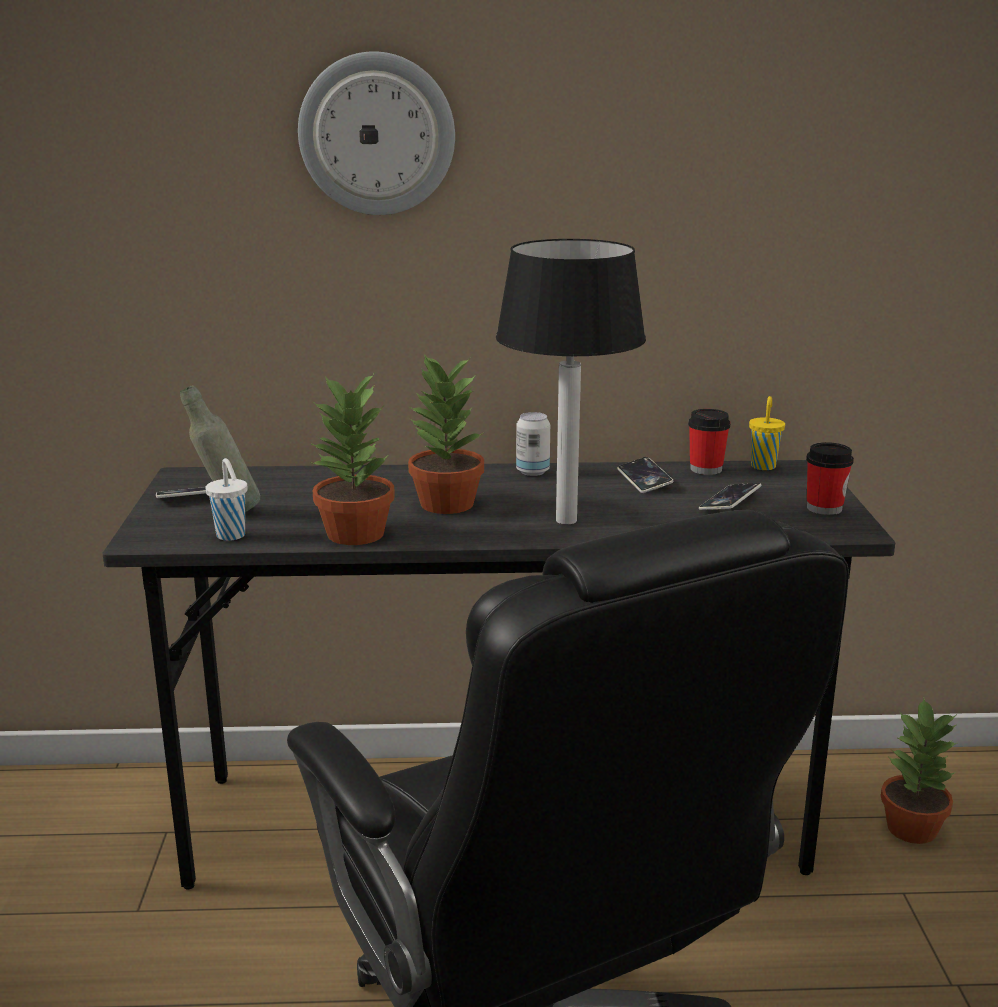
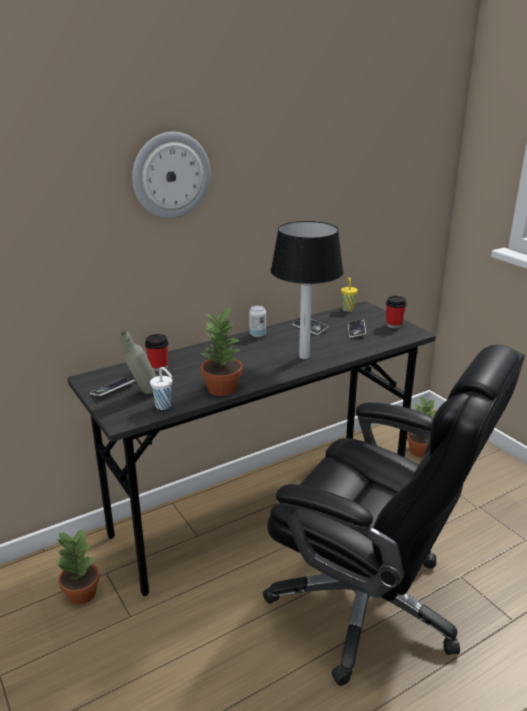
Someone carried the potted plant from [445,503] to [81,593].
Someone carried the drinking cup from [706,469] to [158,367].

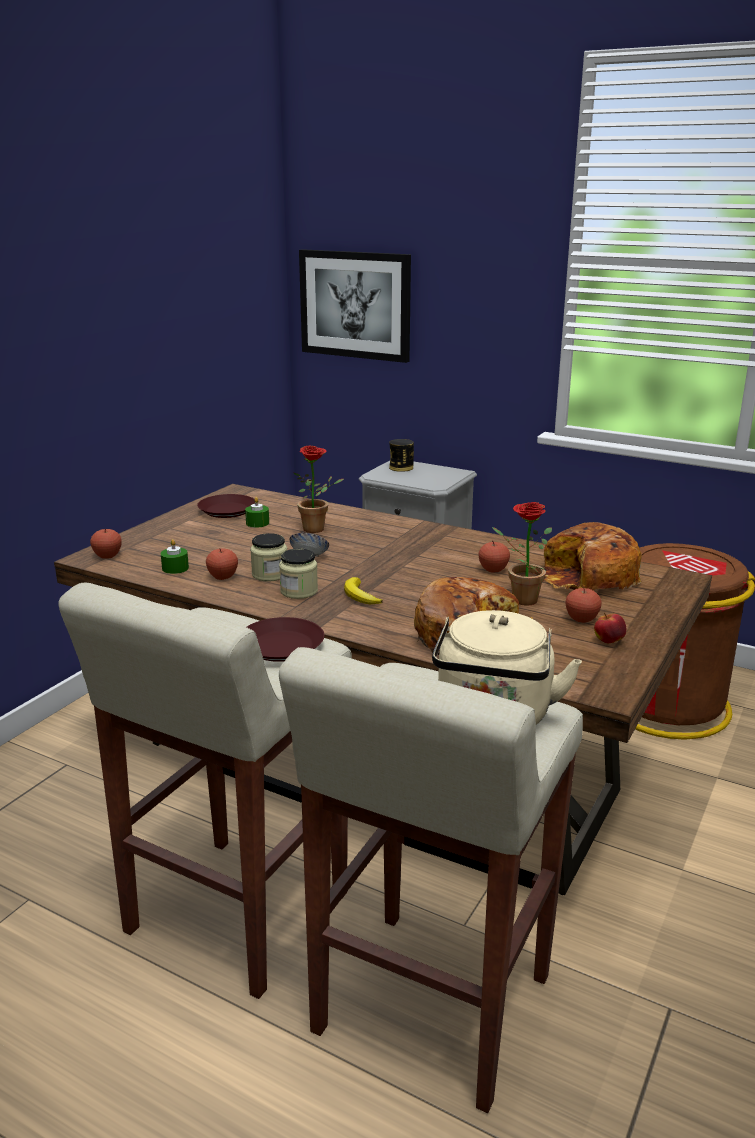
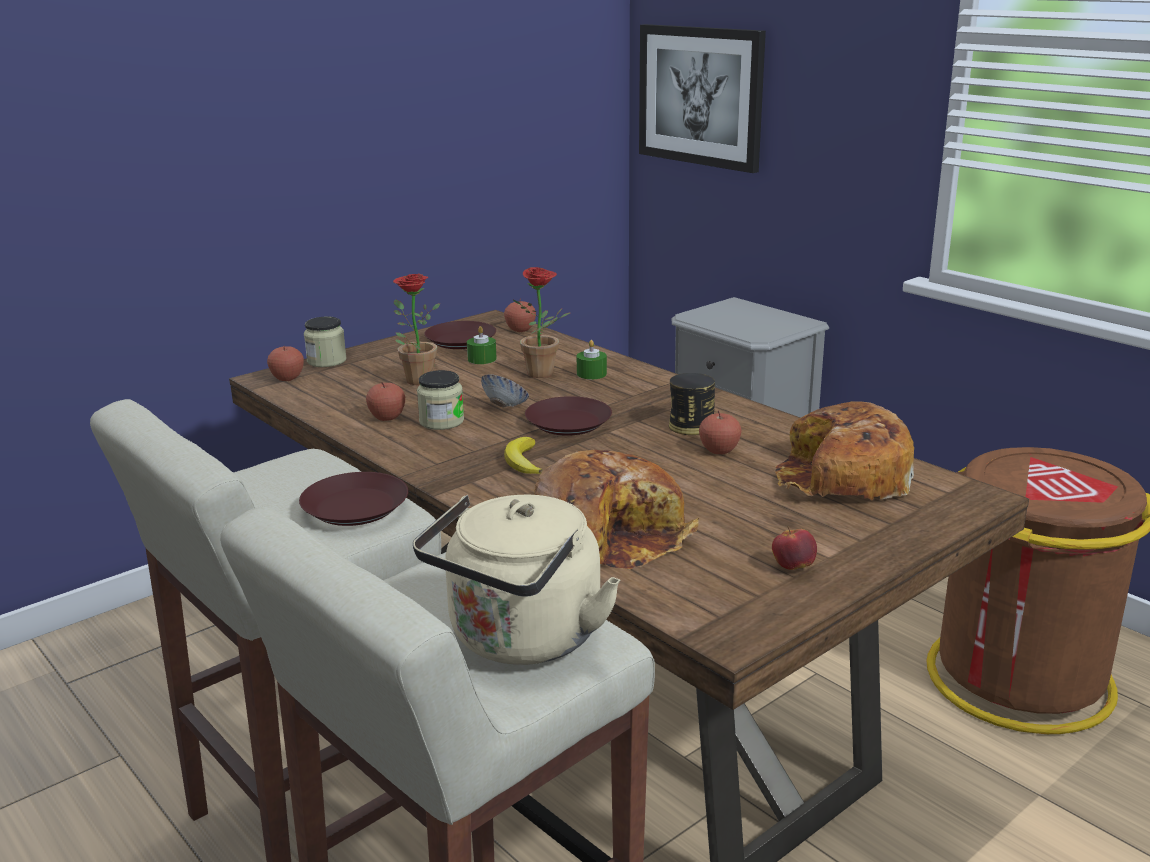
Someone carried the sealed can from [401,468] to [691,426].
Someone carried the potted plant from [519,599] to [415,379].
Someone carried the wax candle/green from [175,568] to [591,374].
Someone carried the preserve jar from [299,591] to [326,361].
Someone carried the apple fruit from [581,619] to [520,330].
Someone put down the flat dish/brown-coloured at [569,423].

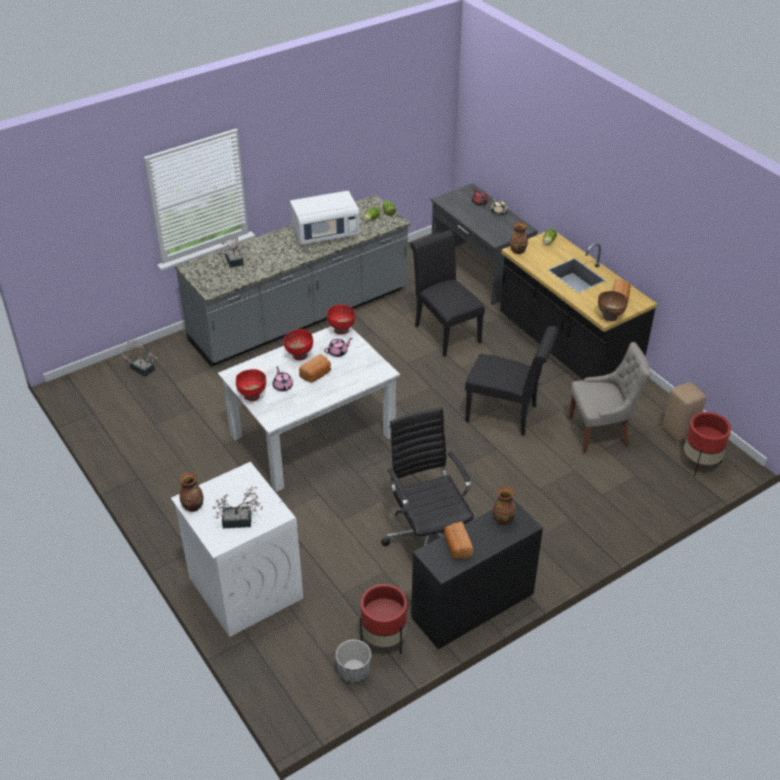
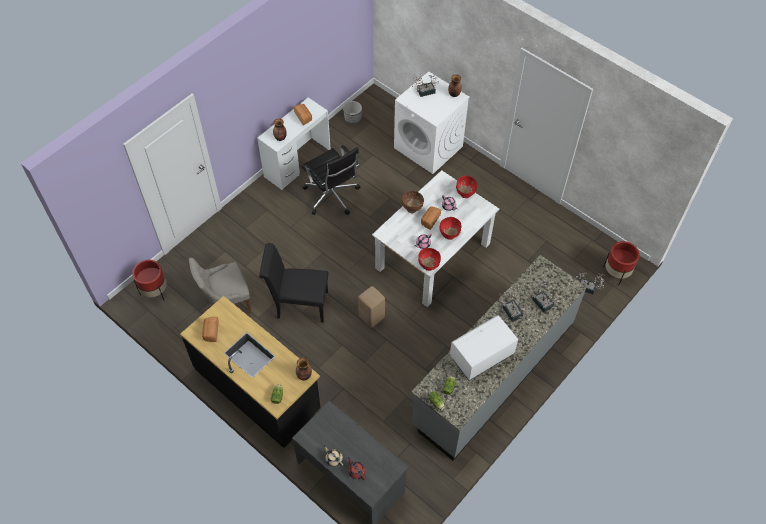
Someone took away the plain chair/black at [445,331].
Someone carried the deep dish/brown-coloured from [610,316] to [412,208].
Someone carried the sitting stool/sand-coloured from [679,432] to [371,317].
Someone repainted the desk table/black at [473,606], which became the desk table/white-coloured at [297,163].
Someone carried the planter/reddish from [384,639] to [616,273].
Someone put down the potted plant at [511,310].

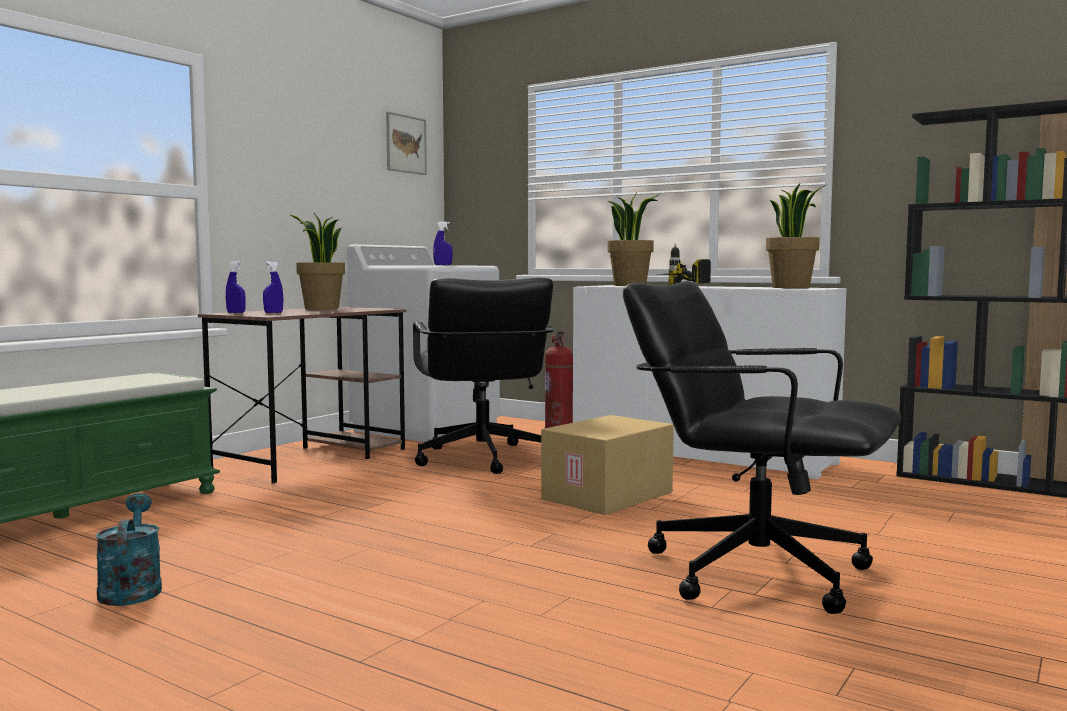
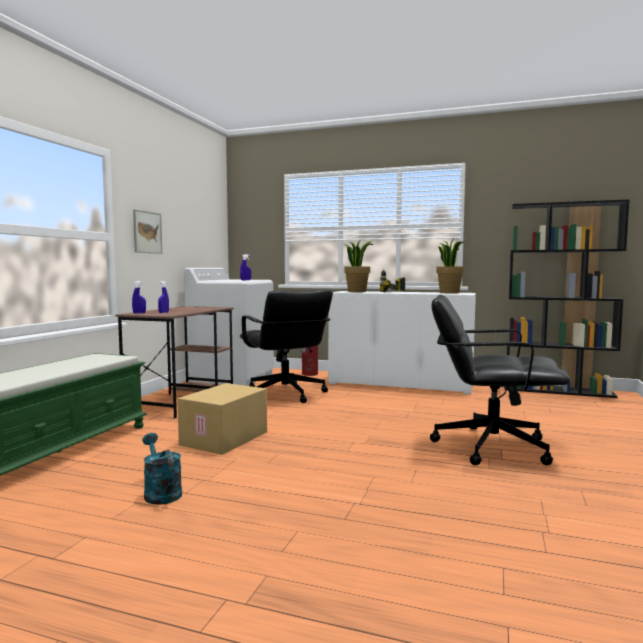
Someone carried the wall art from [406,144] to [147,232].
Someone took away the potted plant at [321,308].
Someone carried the packing box from [608,496] to [225,439].

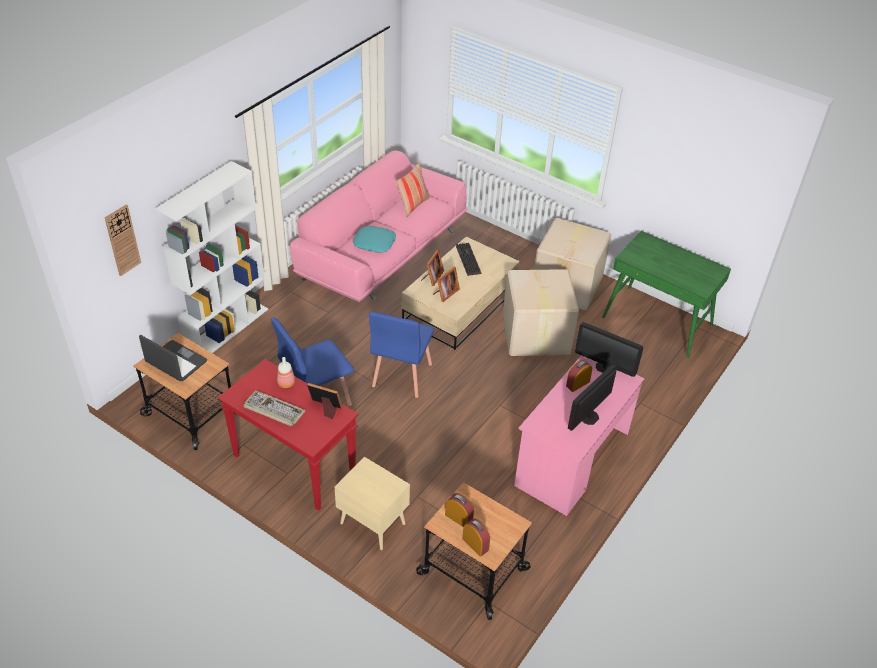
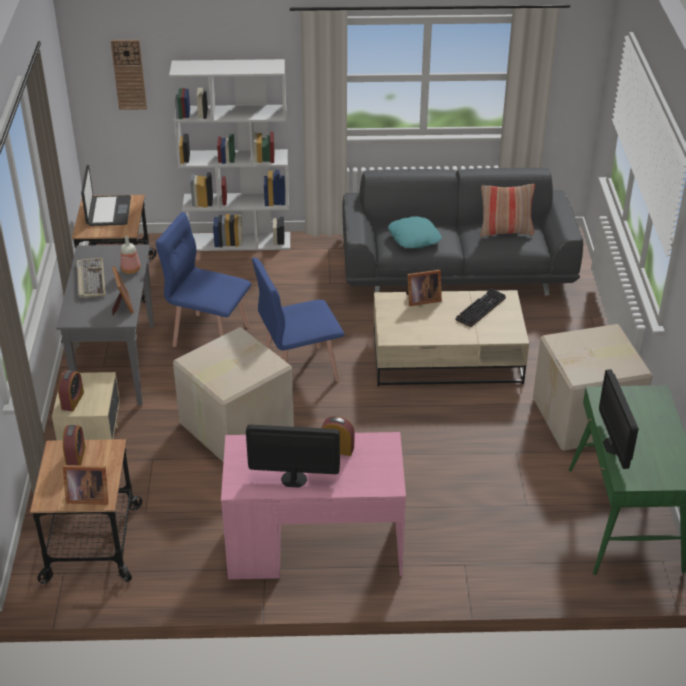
Someone repainted the couch/pinkish at [382,253], which became the couch/gray at [456,270].
Someone carried the picture frame from [445,293] to [87,496].
Someone carried the packing box from [535,335] to [234,426].
Someone carried the computer display from [604,367] to [614,446].
Someone repainted the narrow table/reddish at [293,465], which became the narrow table/gray at [116,364].
Someone carried the bedside clock from [475,544] to [72,401].

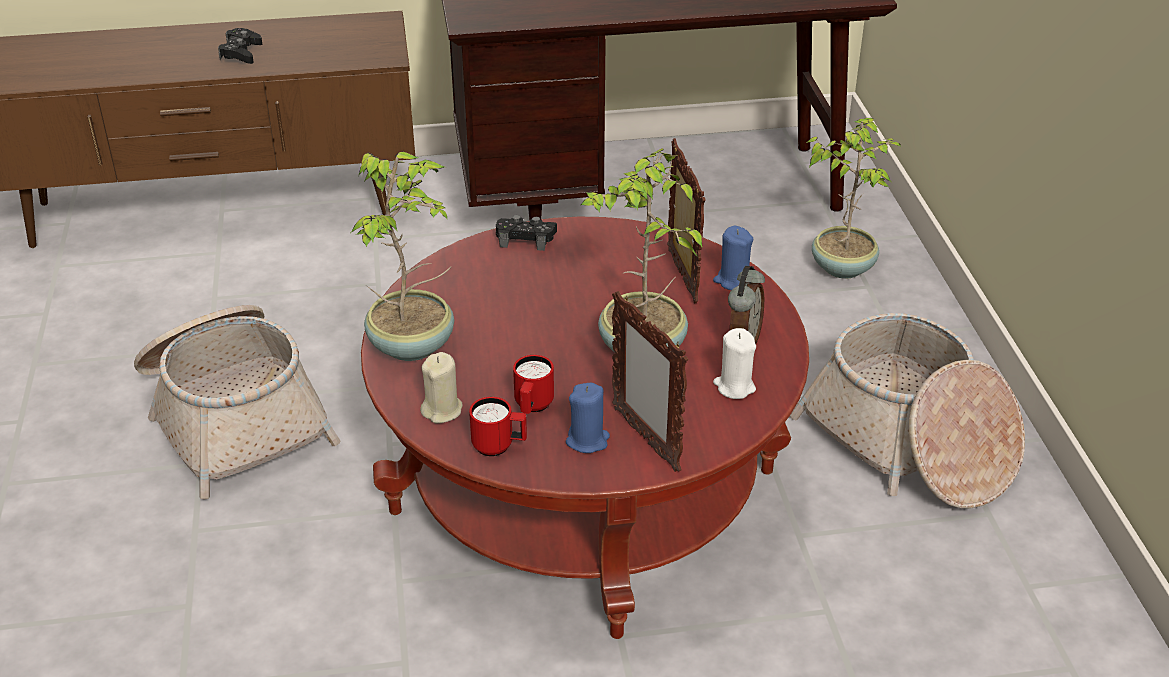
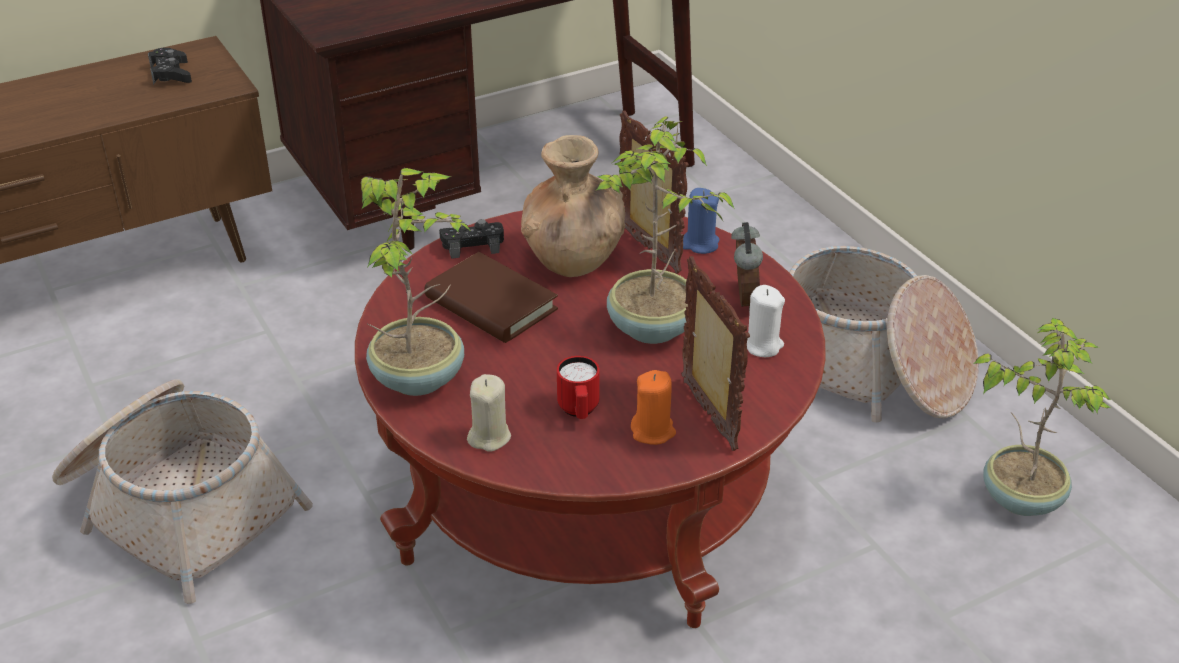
Someone carried the game controller/black from [241,53] to [171,74].
Someone carried the potted plant from [843,266] to [1021,497].
Someone rotated the picture frame at [645,439] by 150 degrees counterclockwise.
Someone repainted the wax candle/blue at [587,440], which became the wax candle/orange at [653,431].
Someone took away the mug/reddish at [499,446].
Someone put down the flower vase/brown-coloured at [573,258].
Someone put down the book/brown-coloured at [491,304].

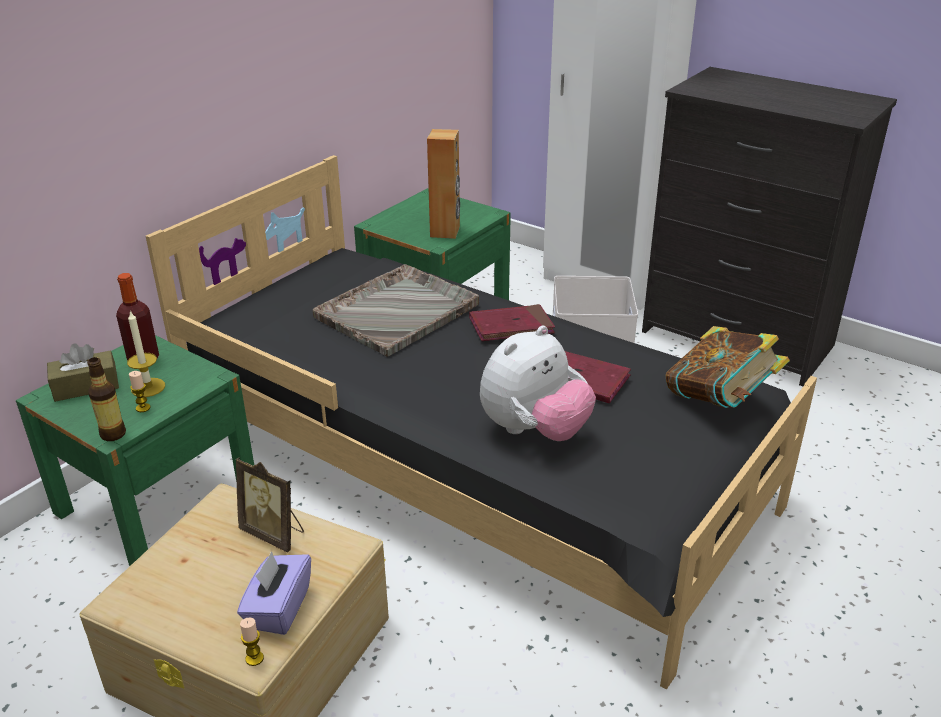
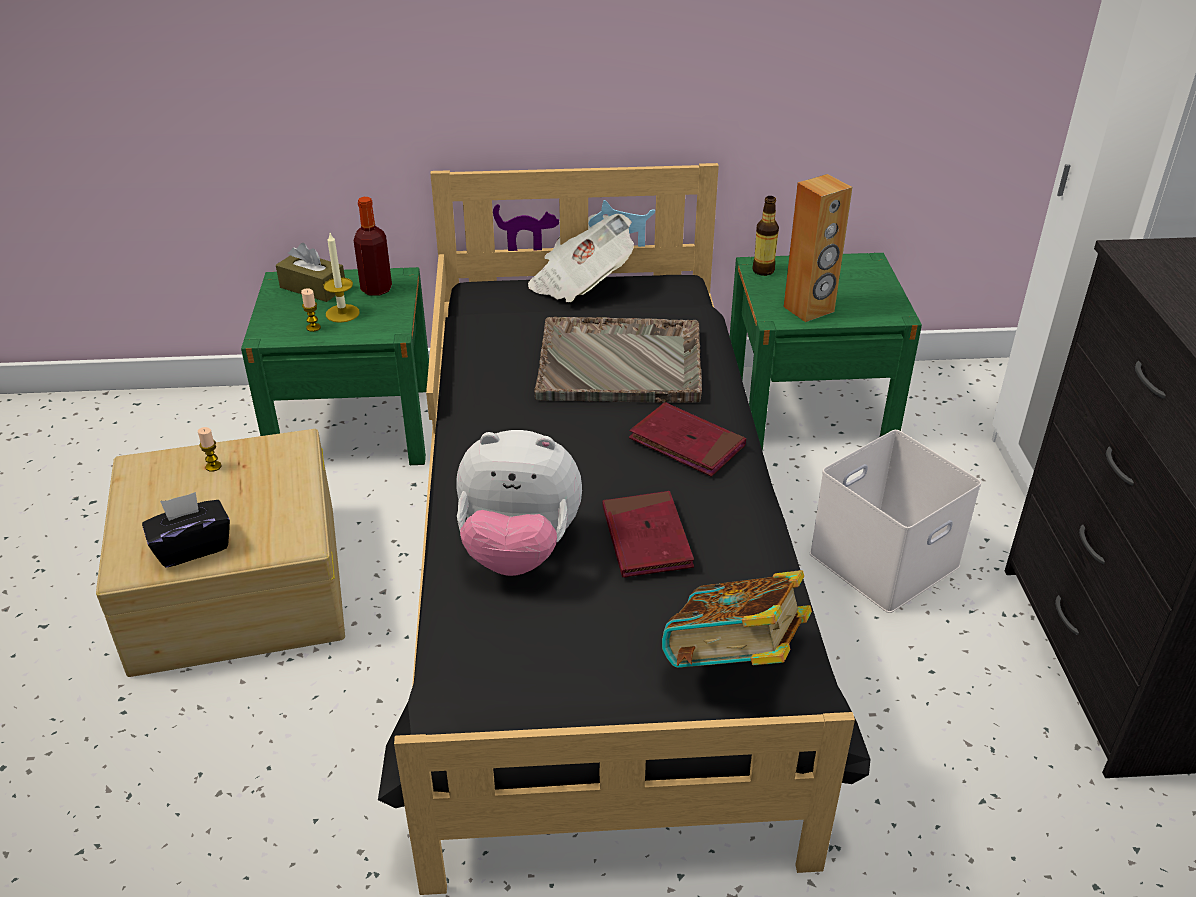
Someone carried the beverage bottle from [113,434] to [763,270].
Someone took away the picture frame at [274,533].
Someone repainted the tissue box/purplish at [278,609], which became the tissue box/black at [192,547].
Someone carried the wax candle from [254,658] to [213,466].
Someone put down the printed paper at [580,282].

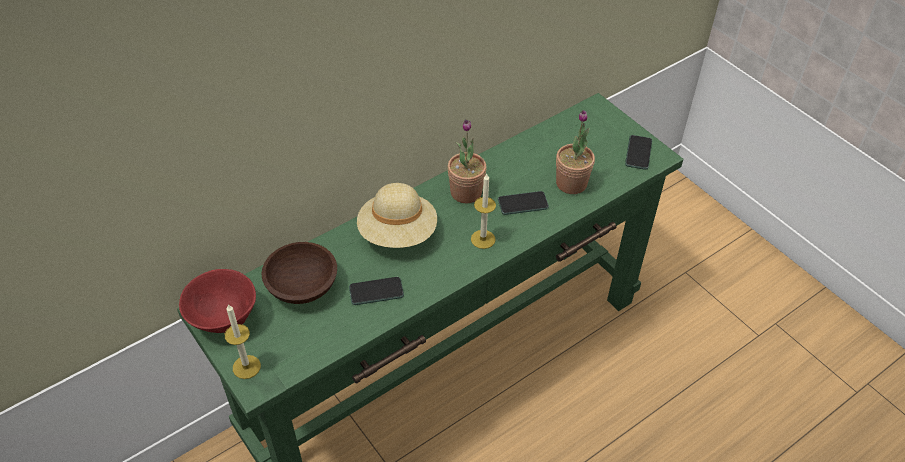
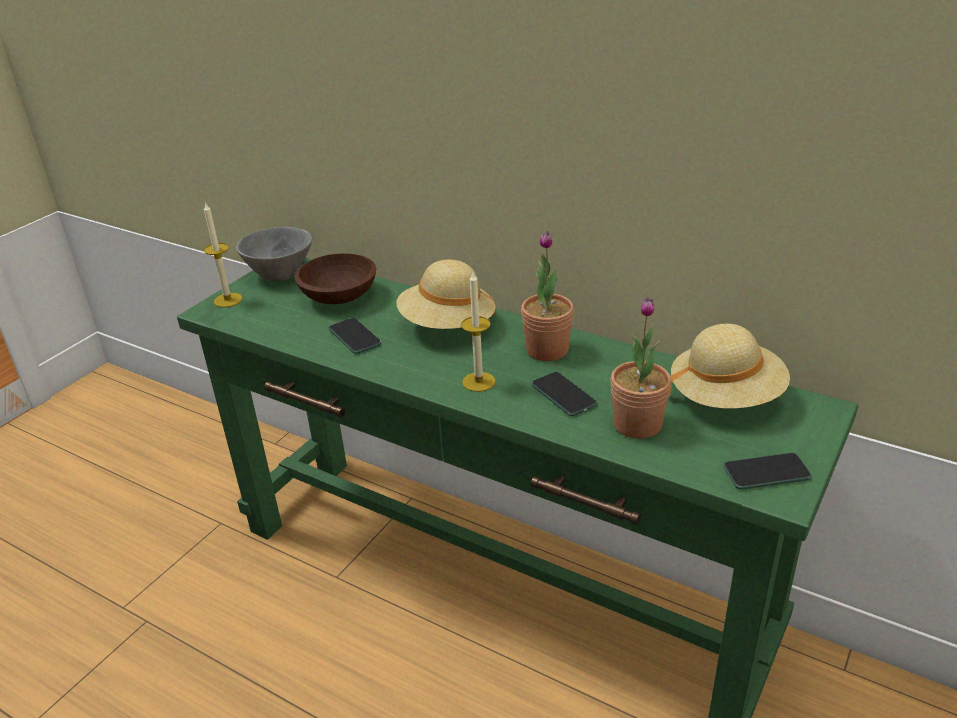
Someone repainted the deep dish/reddish at [224,317], which became the deep dish/gray at [282,273].
Someone put down the hat/sand-coloured at [725,397].

